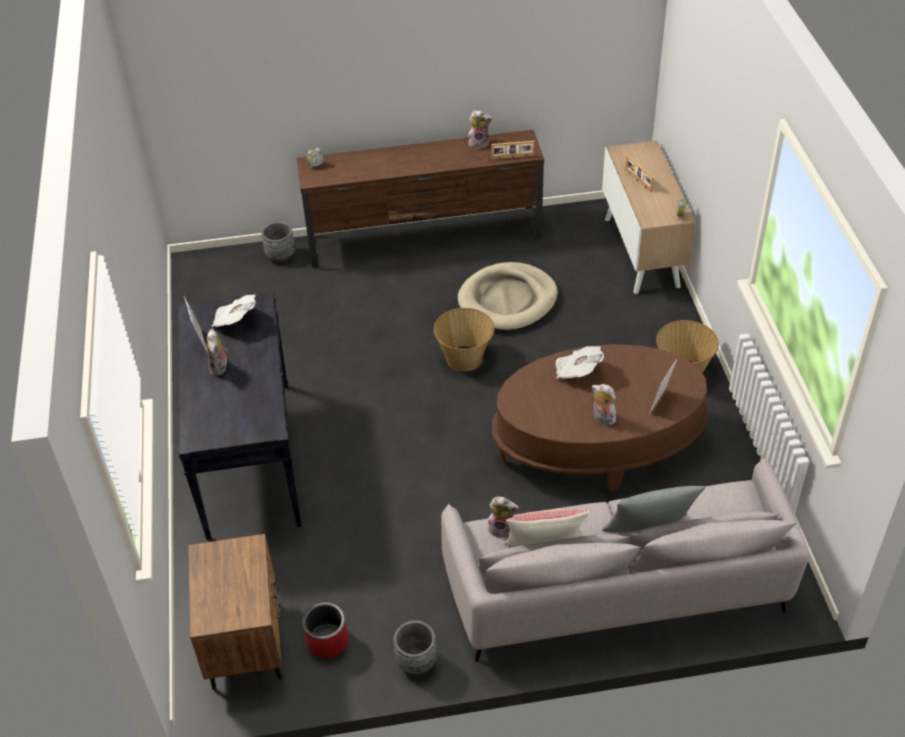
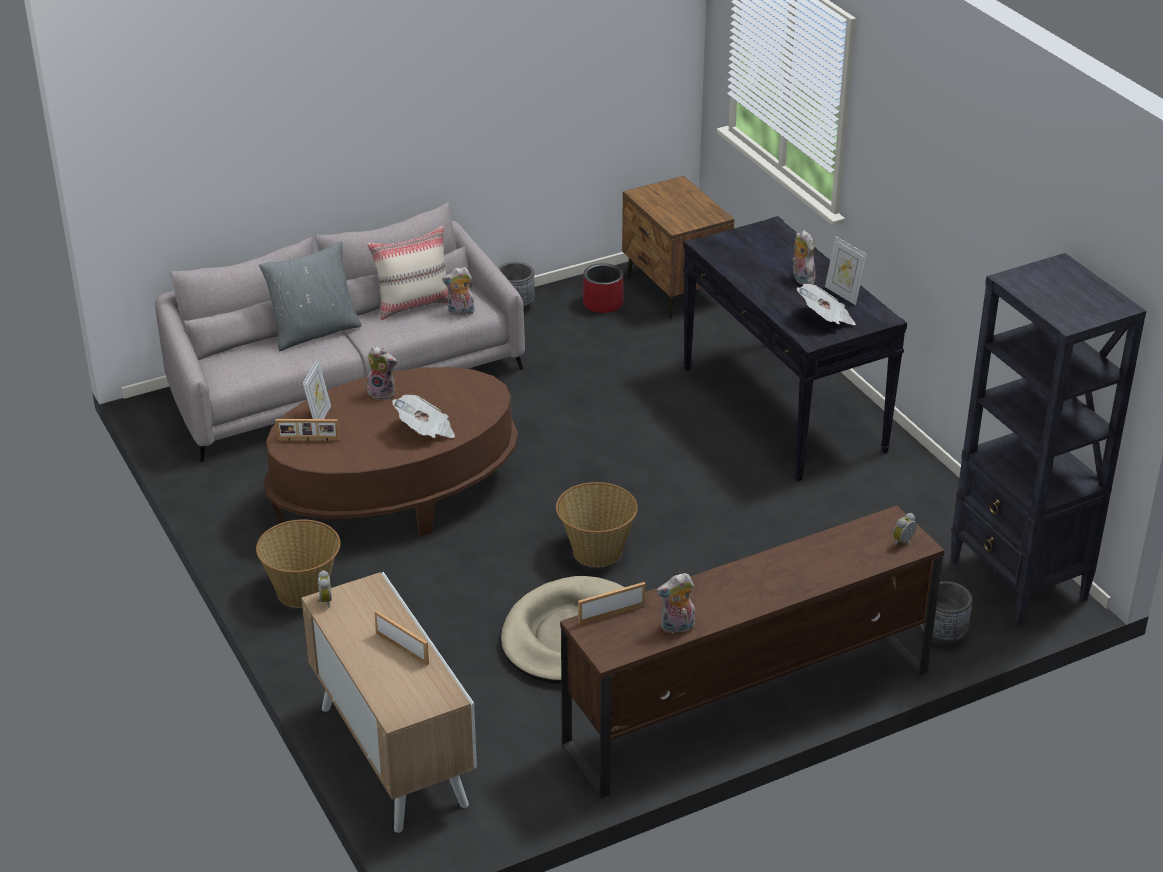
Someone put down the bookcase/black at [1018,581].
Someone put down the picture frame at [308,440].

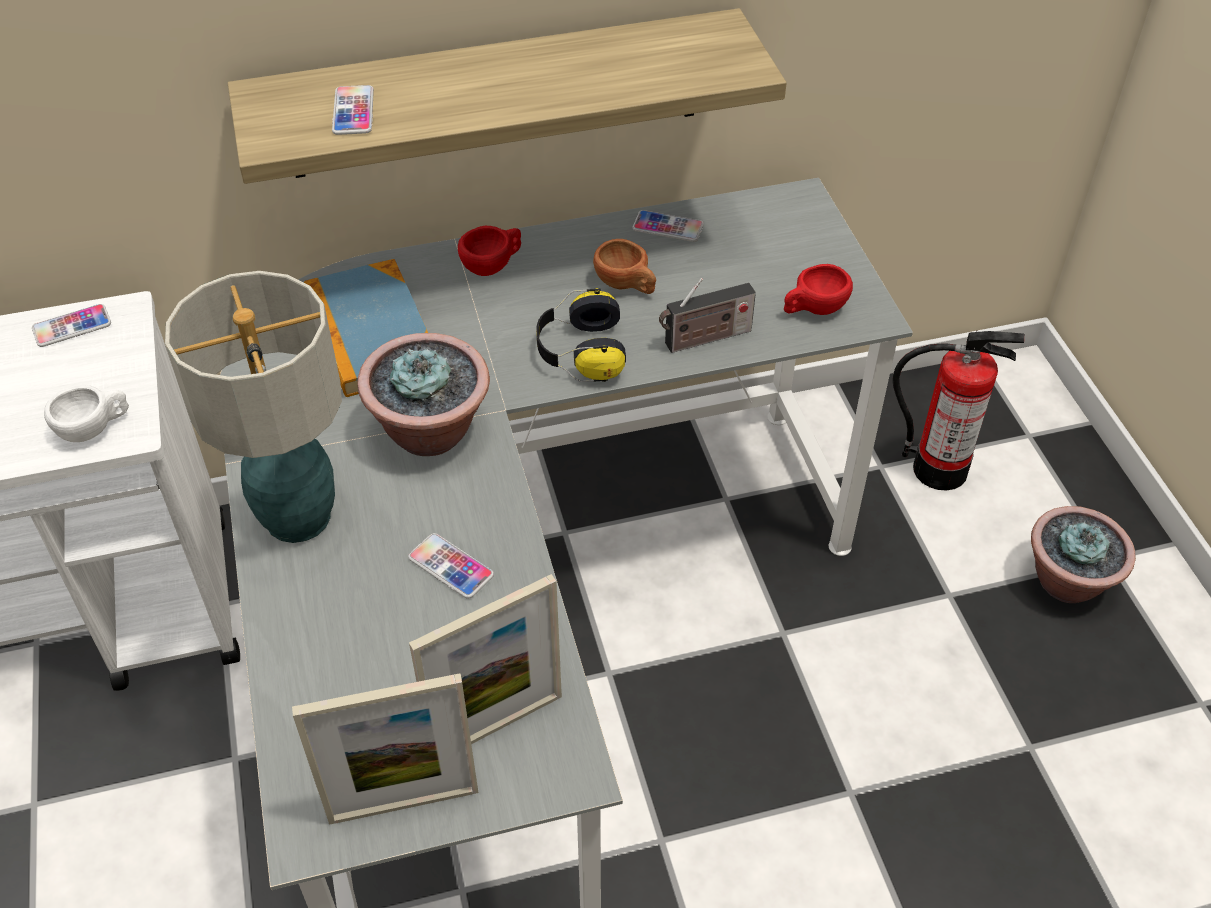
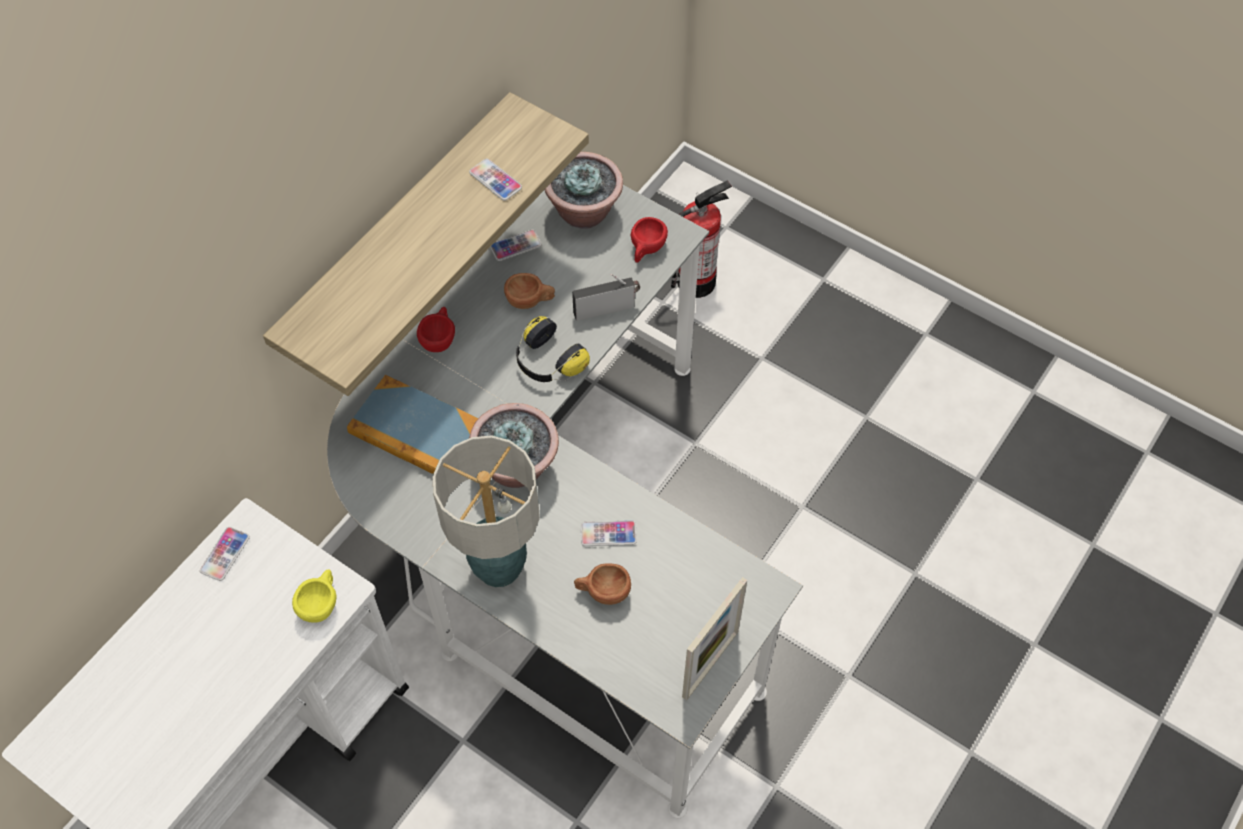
Someone carried the phone from [353,111] to [495,180].
Someone rotated the radio at [704,339] by 135 degrees counterclockwise.
Someone repainted the drinking cup/white-coloured at [94,428], which became the drinking cup/yellowish at [321,603].
Someone carried the potted plant from [1067,581] to [584,212].
Someone took away the picture frame at [497,725].
Someone put down the drinking cup/brown-coloured at [602,592].

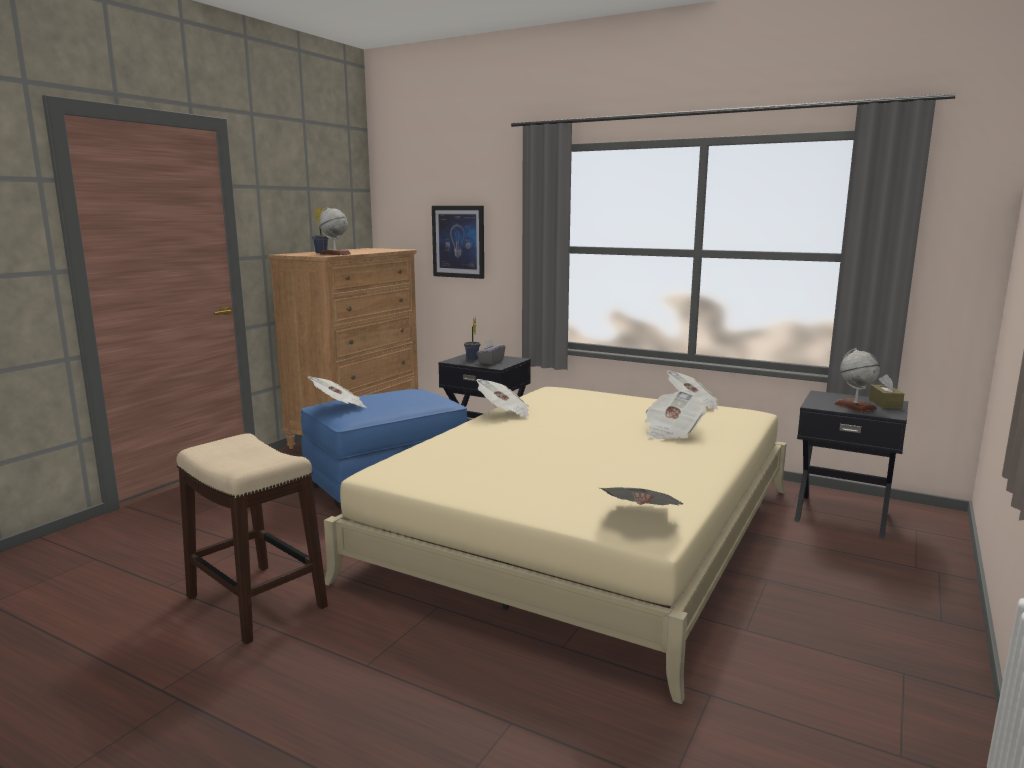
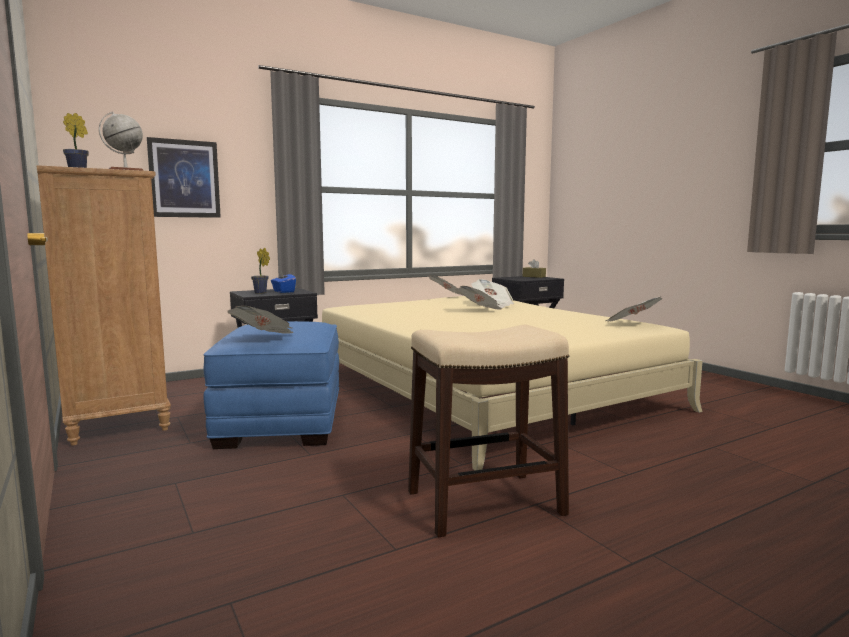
Someone repainted the tissue box/gray at [490,362], which became the tissue box/blue at [283,291].
Someone took away the desk globe at [855,407].
Someone carried the printed paper from [504,412] to [480,311].

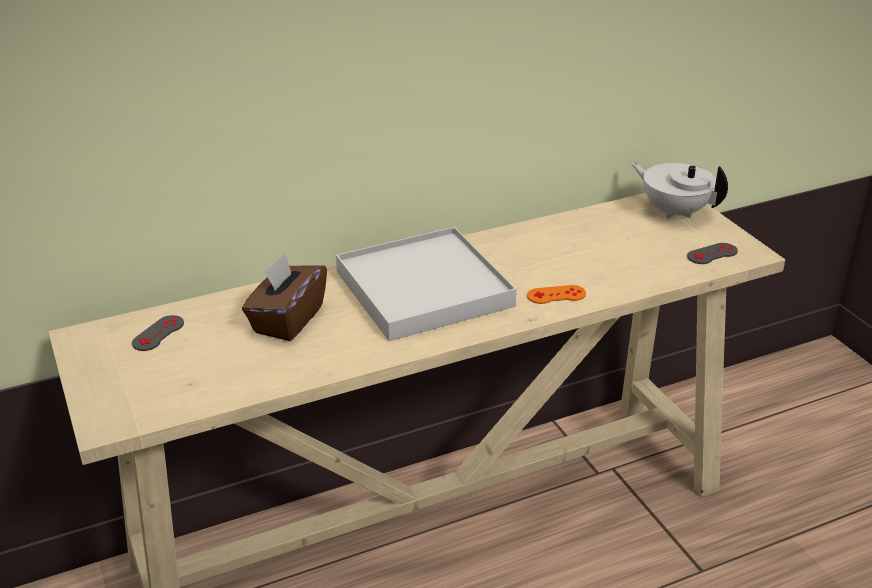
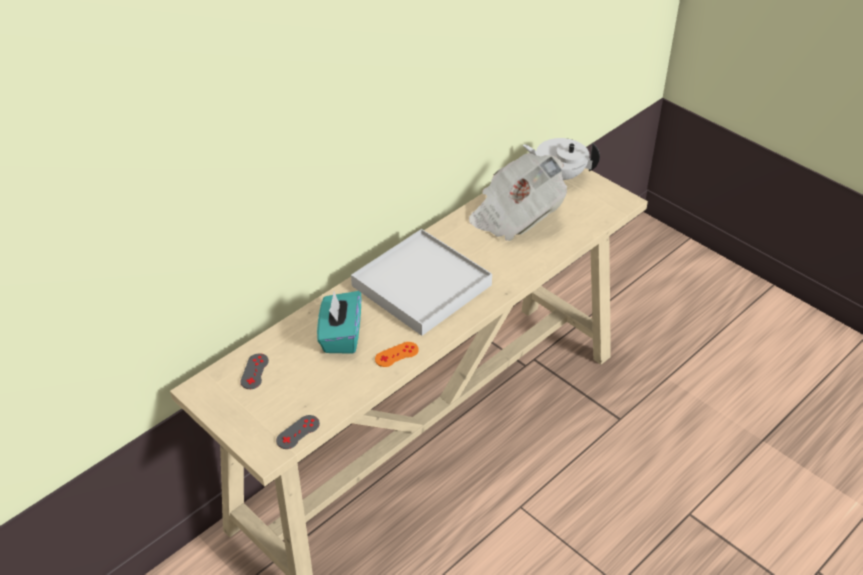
Someone carried the game controller/gray from [712,254] to [298,432].
Someone repainted the tissue box/brown-coloured at [287,320], which became the tissue box/turquoise at [341,336].
Someone carried the game controller/orange from [556,295] to [396,354].
Someone put down the printed paper at [515,216].

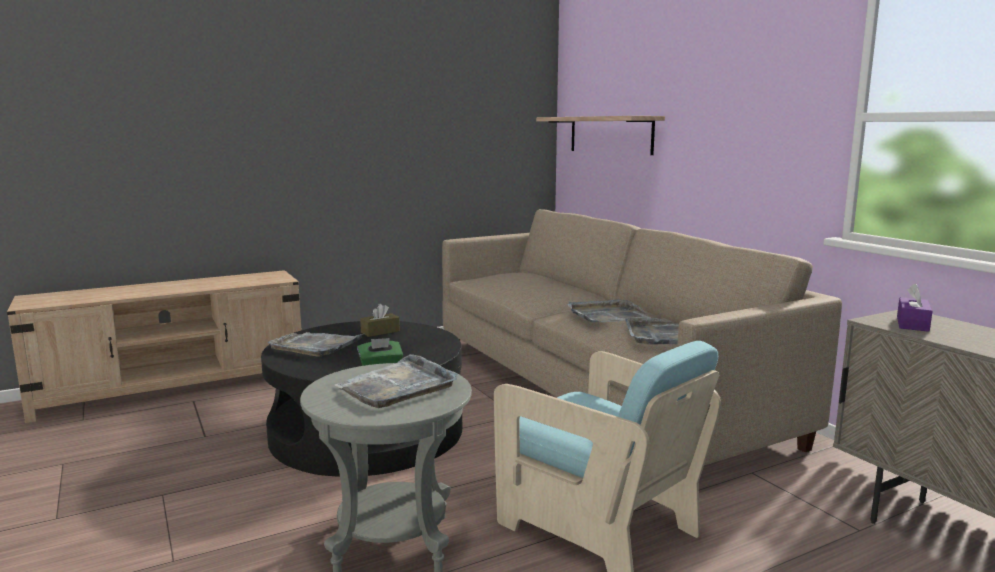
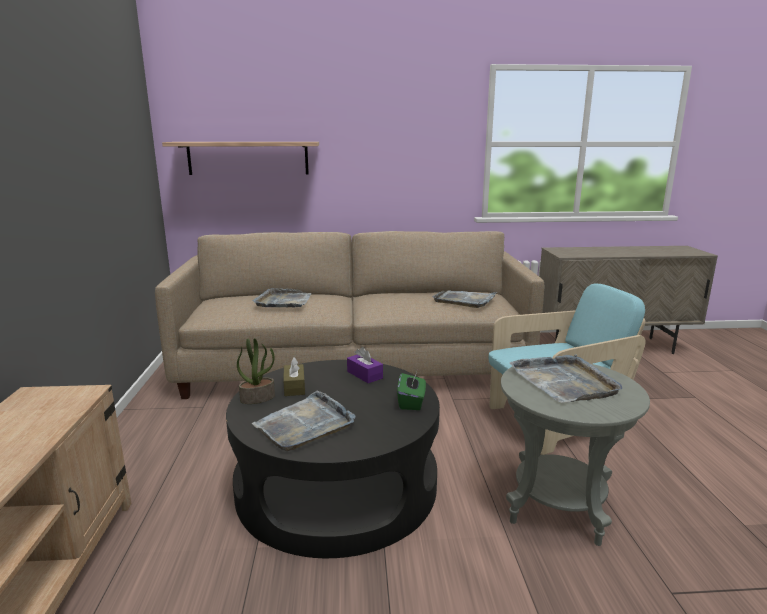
Someone carried the tissue box/purplish from [912,324] to [364,375].
Someone carried the serving tray/gray from [607,315] to [284,301].
Someone put down the potted plant at [258,398].

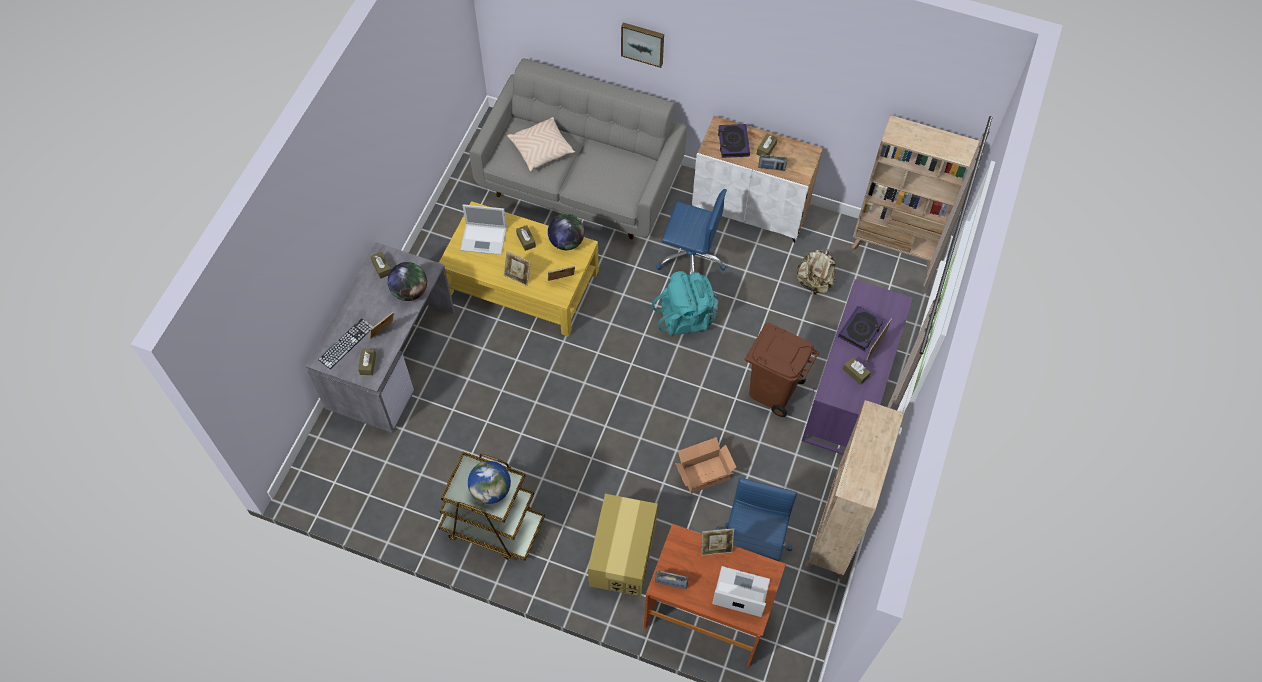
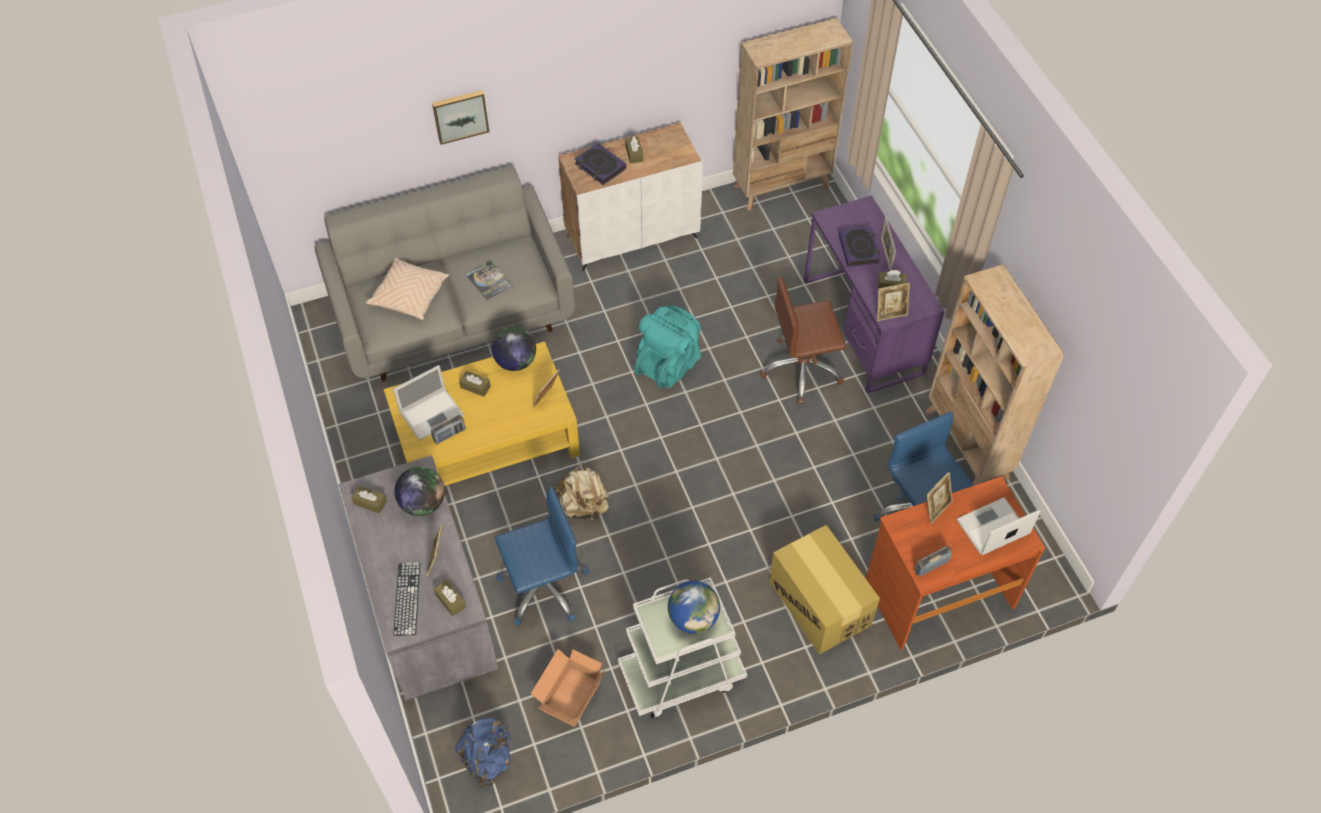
Someone carried the radio from [771,167] to [449,435].
Someone carried the office chair/blue from [690,259] to [543,587].
Someone carried the rucksack/sand-coloured from [814,282] to [584,506].
Someone carried the picture frame from [518,276] to [890,313].
Someone swapped the waste bin/brown-coloured at [772,389] for the office chair/brown-coloured at [801,369].
Someone carried the packing box from [703,473] to [569,696].
Someone repainted the cart/brown-coloured at [492,526], which became the cart/white-coloured at [681,674].
Someone put down the book at [489,281].
Someone put down the rucksack/blue at [488,758].

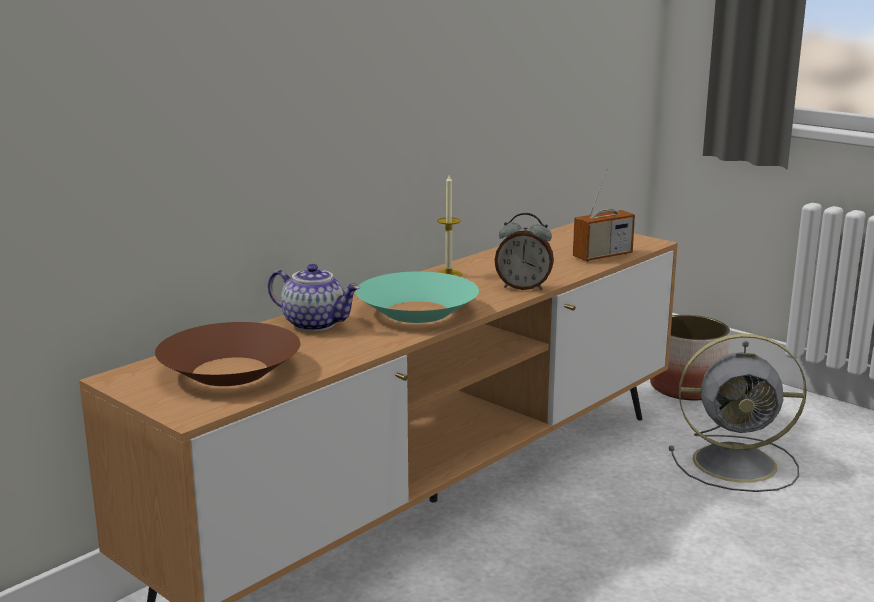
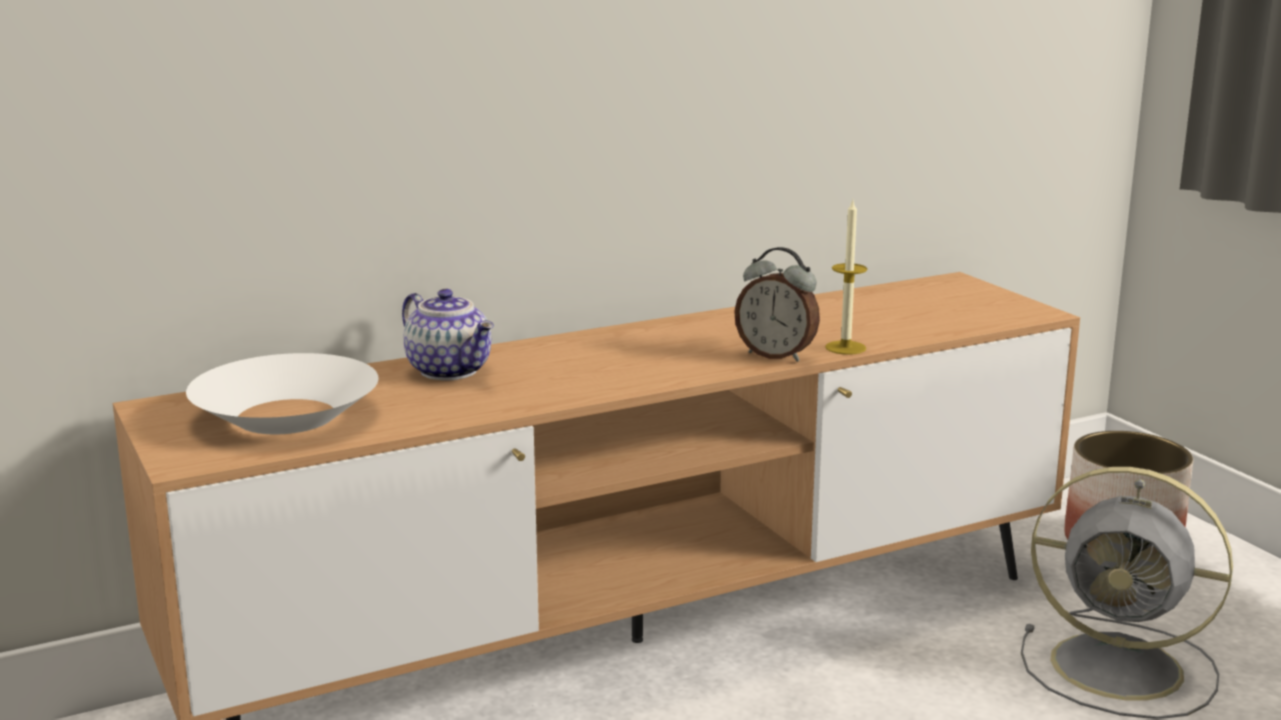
Someone took away the radio at [602,256].
Someone carried the wax candle from [448,274] to [845,348].
Someone took away the deep dish/turquoise at [417,312].
Someone repainted the deep dish/brown-coloured at [230,371], which became the deep dish/white-coloured at [287,416].

